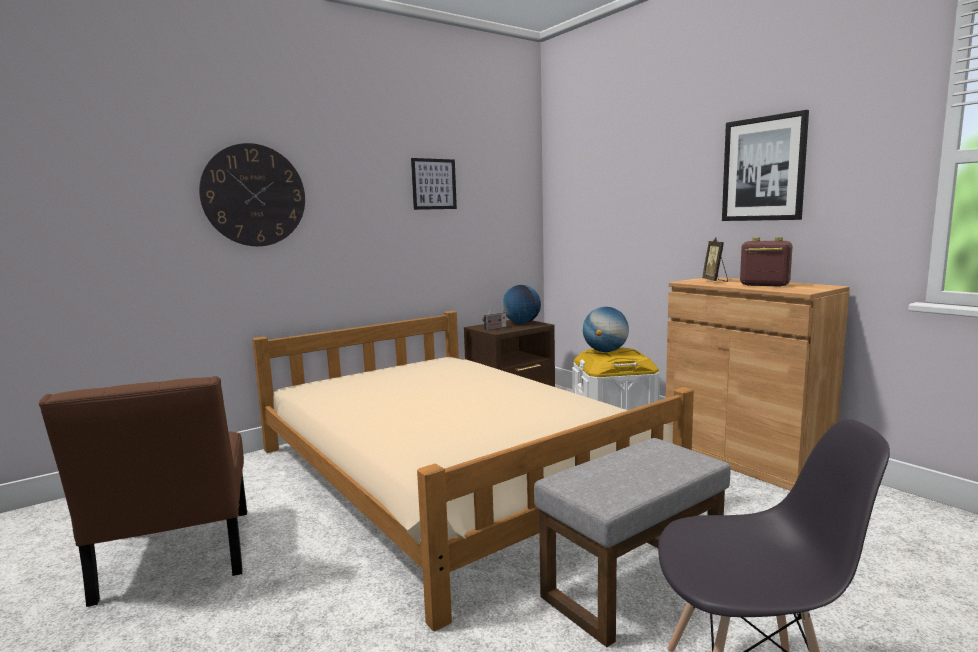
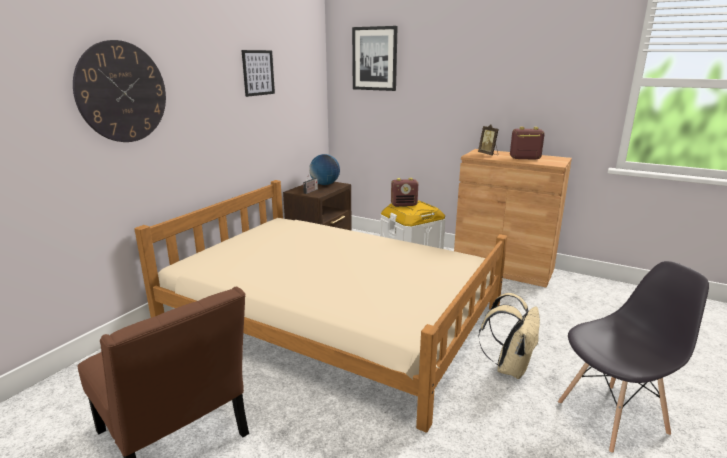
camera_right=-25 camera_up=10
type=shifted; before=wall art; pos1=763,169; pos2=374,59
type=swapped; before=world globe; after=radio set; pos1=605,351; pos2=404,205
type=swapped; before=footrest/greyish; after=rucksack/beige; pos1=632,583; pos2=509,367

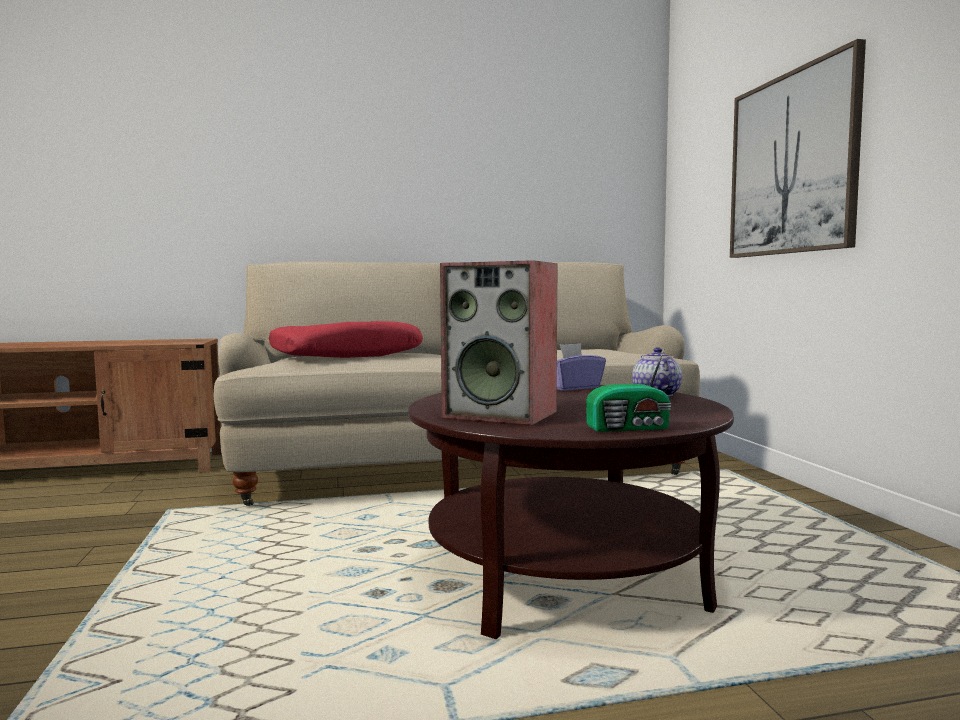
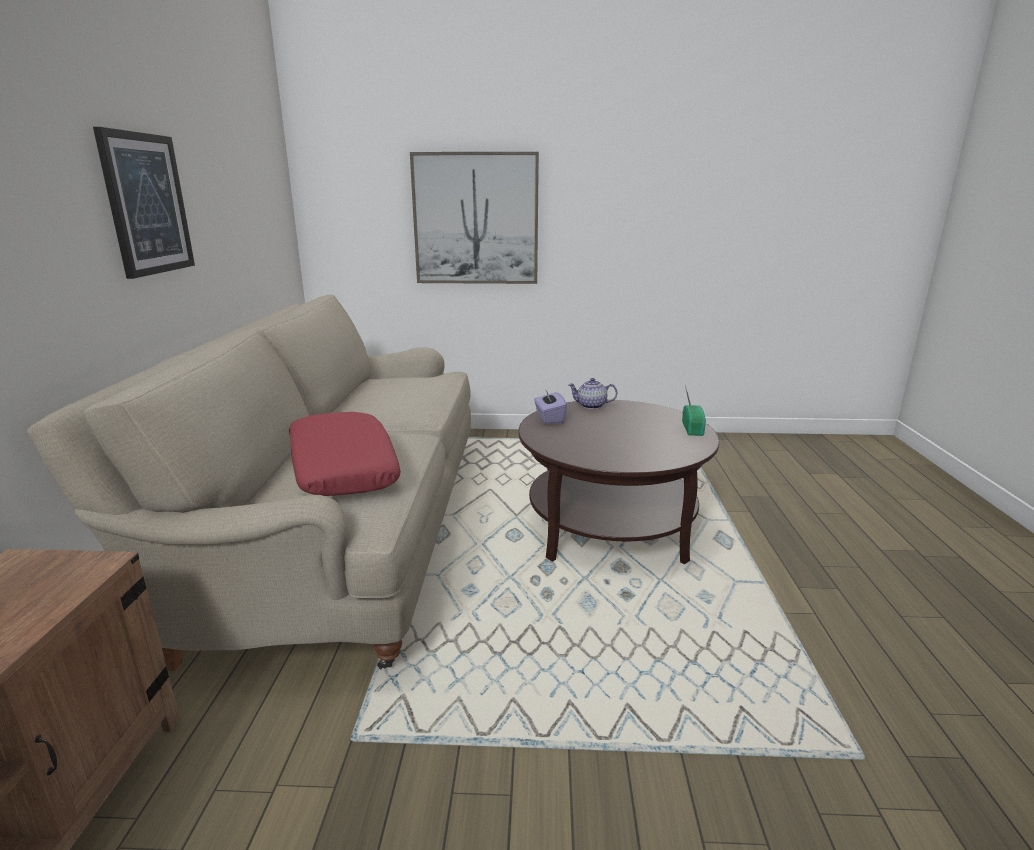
camera_right=-75 camera_up=15
type=new; after=wall art; pos2=147,204
type=gone; before=speaker; pos1=502,414

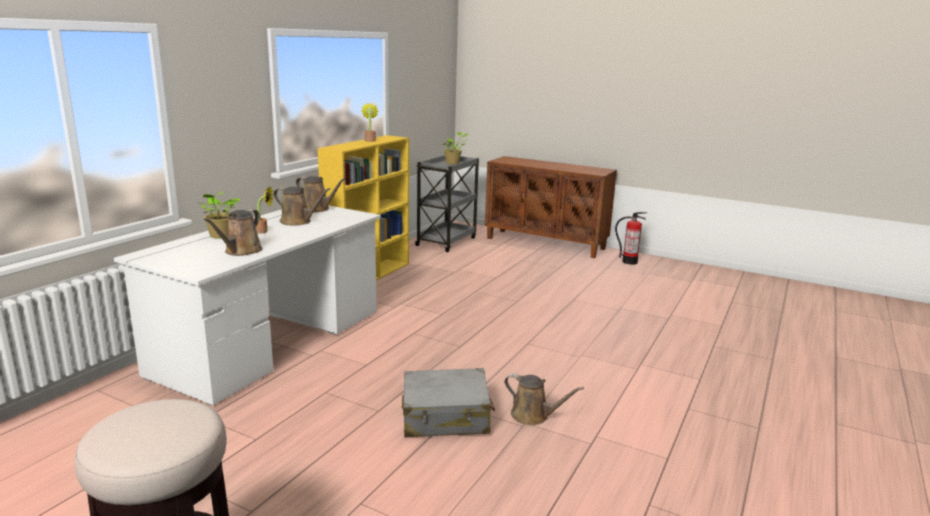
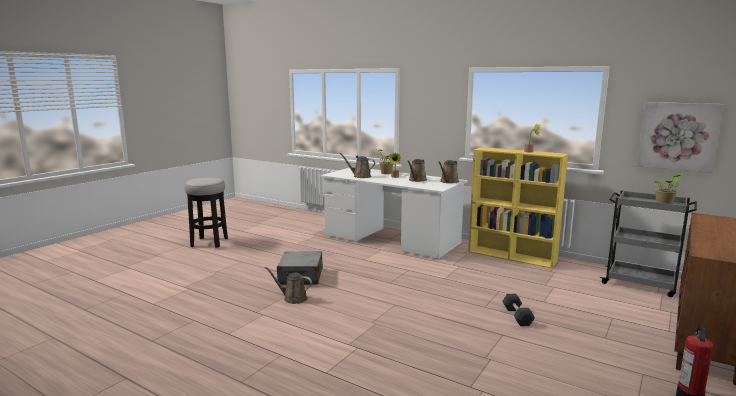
camera_right=95 camera_up=-5
type=rotated; before=sprinkling can/brown; pos1=533,416; pos2=293,298; turn=75
type=new; after=hand weight/greyish; pos2=517,316
type=new; after=wall art; pos2=678,136

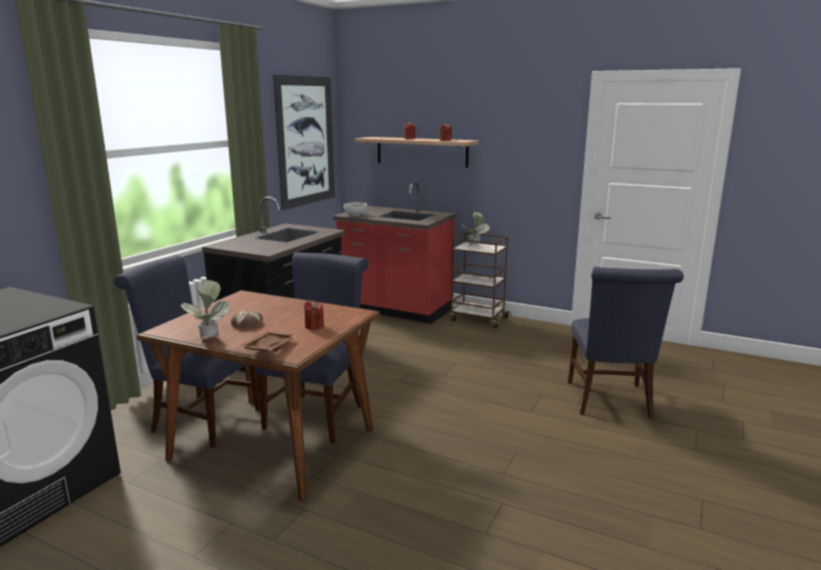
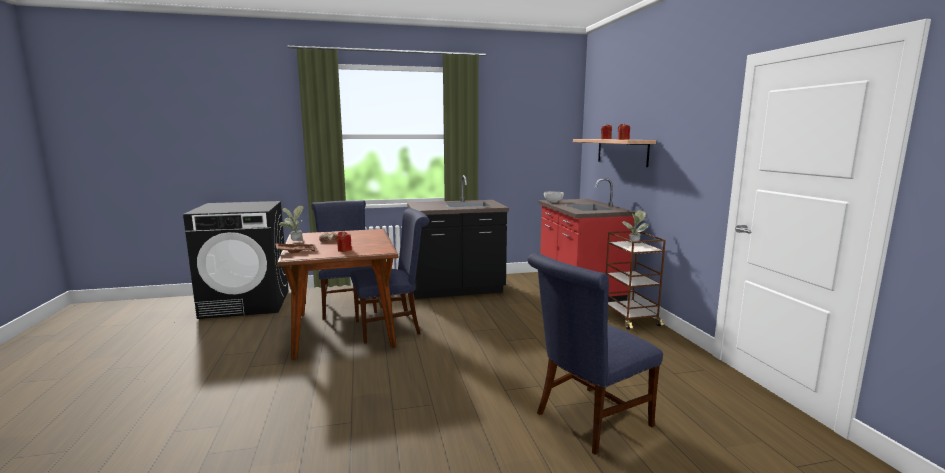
camera_right=50 camera_up=-5
type=gone; before=wall art; pos1=305,141

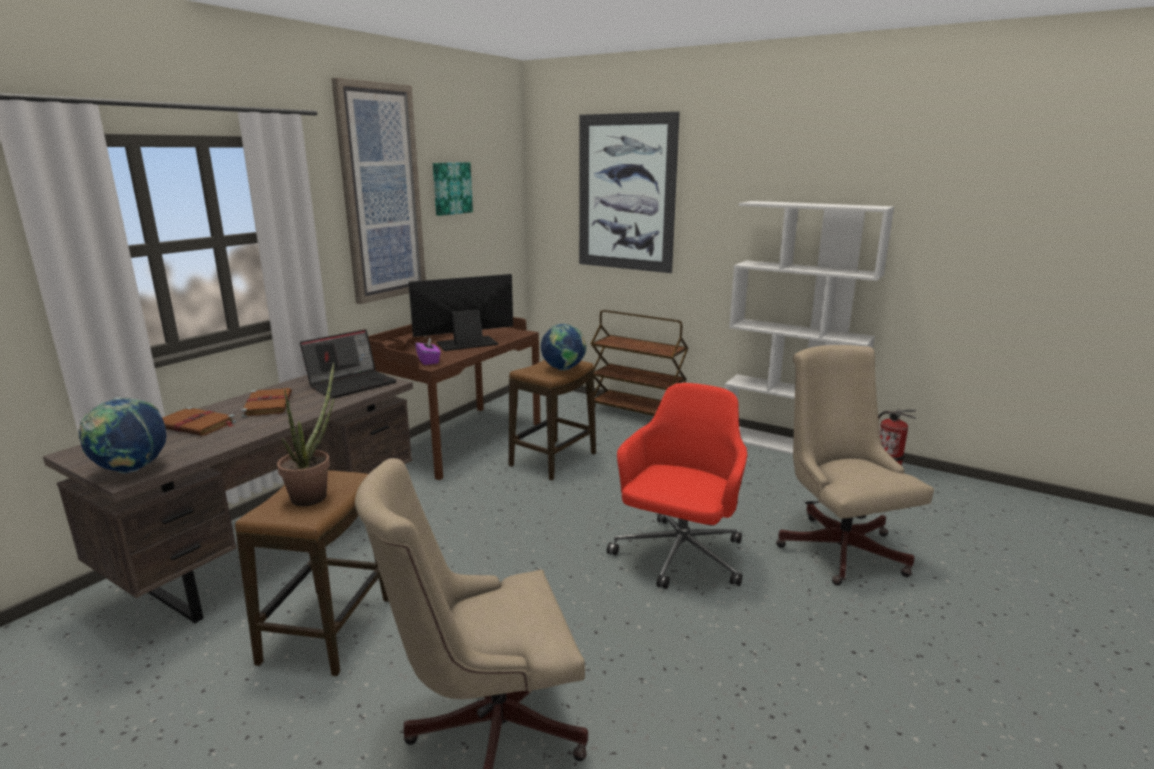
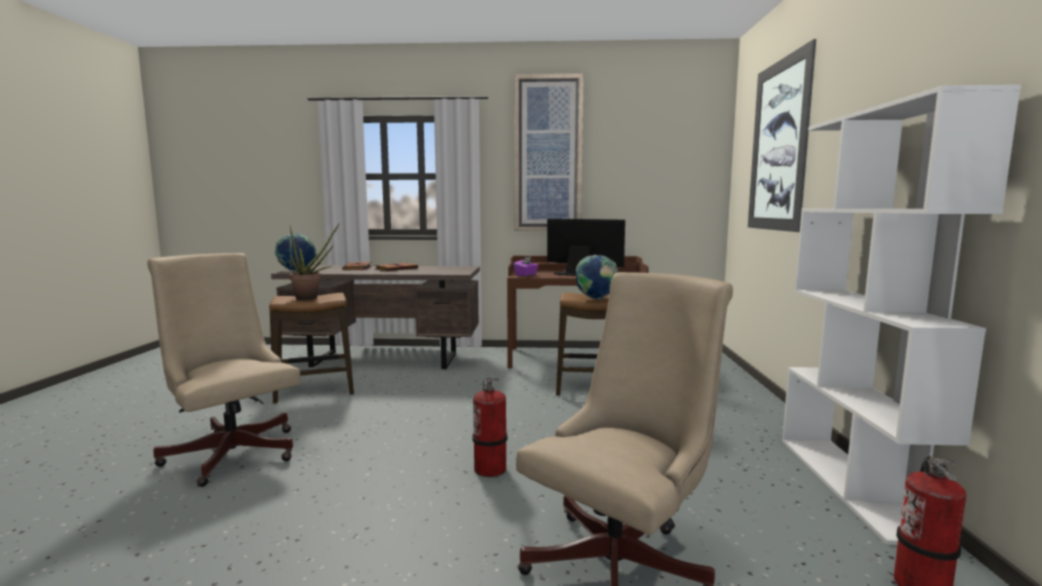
camera_right=60 camera_up=-10
type=swapped; before=office chair/reddish; after=extinguisher; pos1=679,557; pos2=490,469
type=gone; before=notebook computer; pos1=352,384
type=gone; before=wall art; pos1=451,188
type=gone; before=cart/brown; pos1=637,414

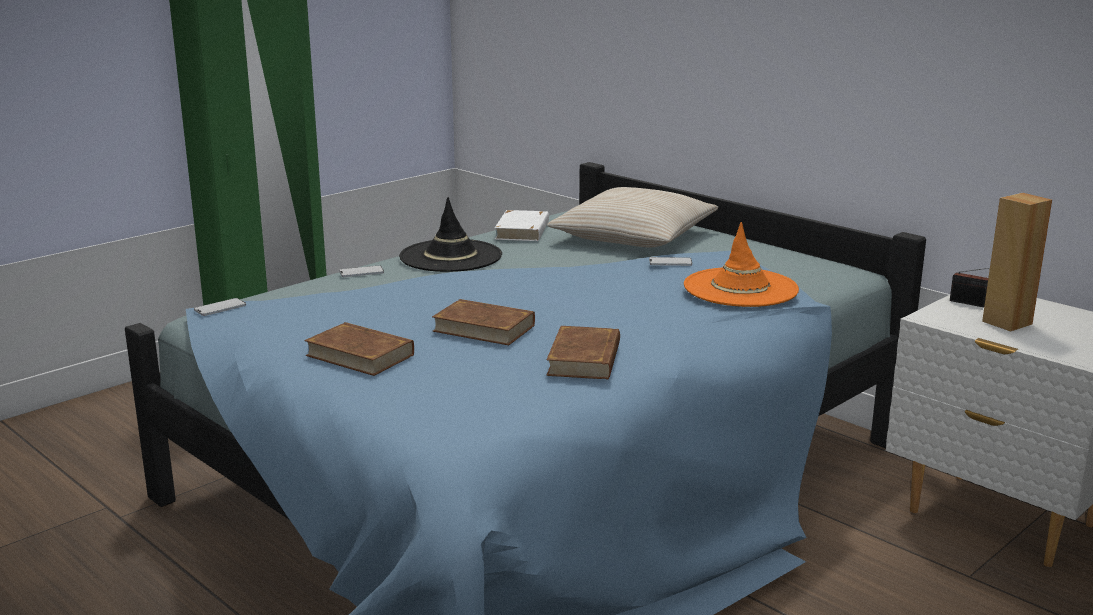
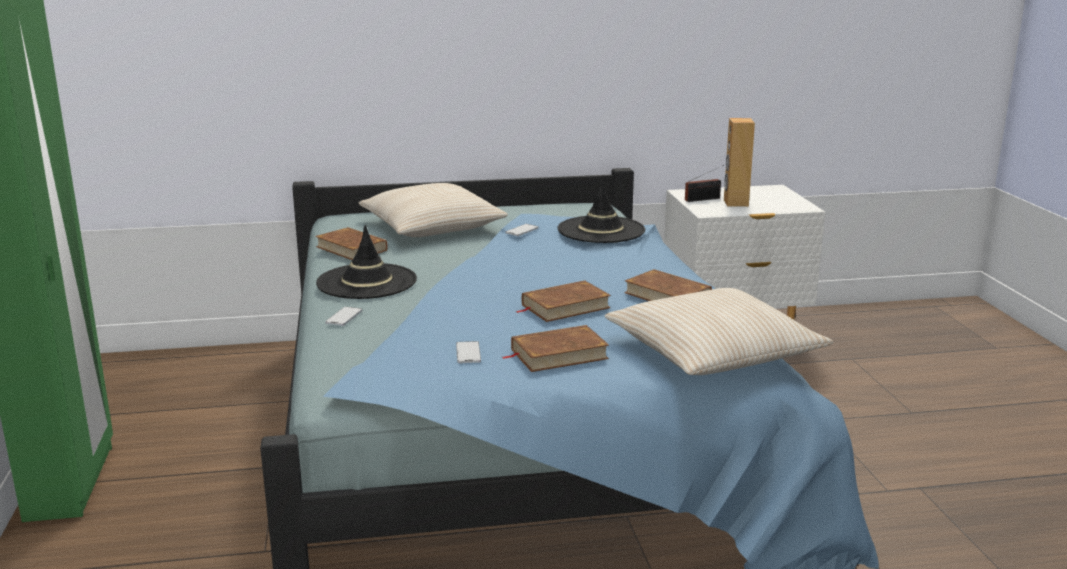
camera_right=-55 camera_up=0
type=repainted; before=volume/white; after=volume/brown; pos1=523,231; pos2=351,248
type=shifted; before=handset; pos1=220,308; pos2=468,353
type=repainted; before=wearable hat/orangey; after=wearable hat/black; pos1=740,288; pos2=601,230
type=new; after=throw pillow/beige; pos2=712,352

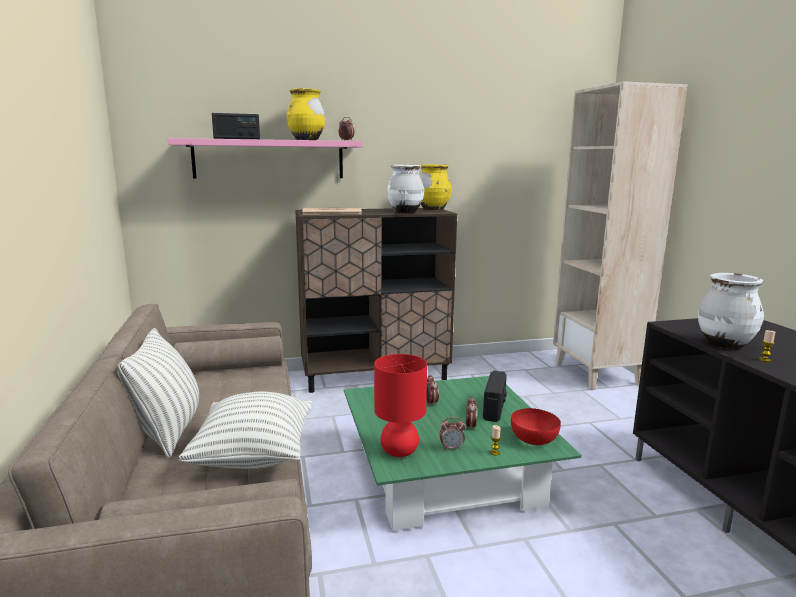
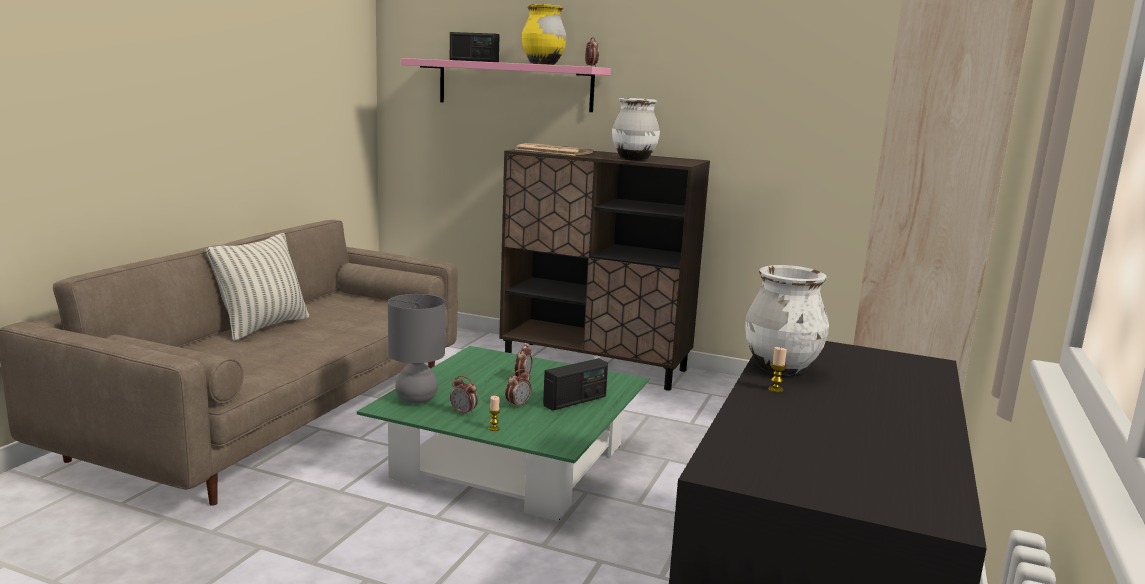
camera_right=35 camera_up=0
type=repainted; before=table lamp/reddish; after=table lamp/greyish; pos1=400,451; pos2=417,399
type=gone; before=throw pillow; pos1=254,457
type=gone; before=decorative vase/yellowish; pos1=433,209
type=gone; before=bowl/reddish; pos1=534,439

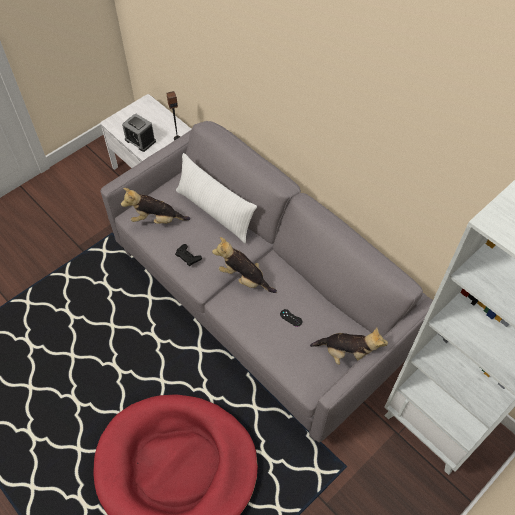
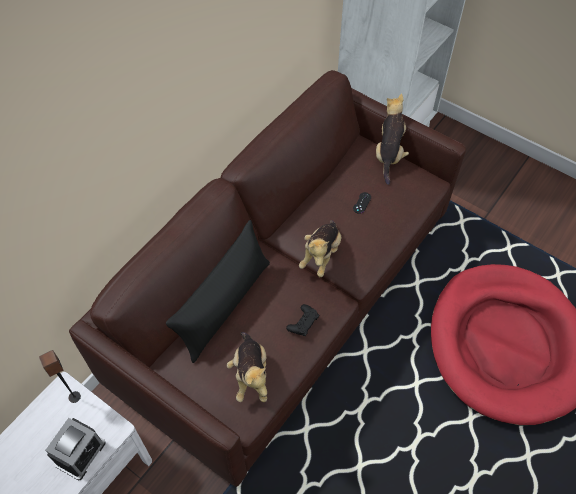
camera_right=-100 camera_up=0
type=repainted; before=settee/greyish; after=settee/brown; pos1=258,302; pos2=286,300
type=repainted; before=throw pillow/white; after=throw pillow/black; pos1=215,212; pos2=224,306

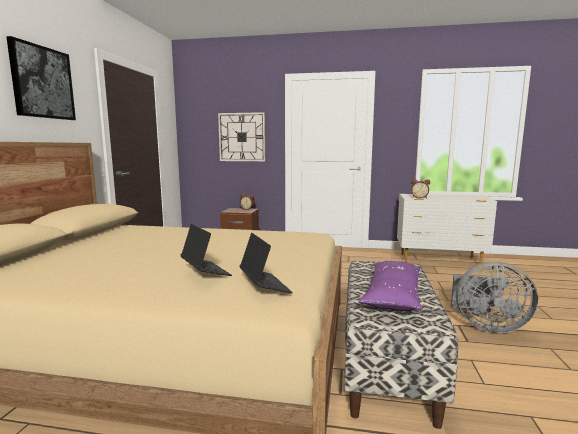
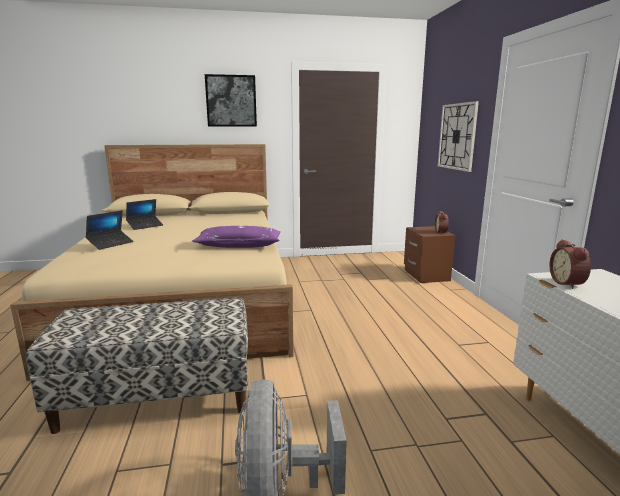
camera_right=70 camera_up=5
type=shifted; before=notebook computer; pos1=264,286; pos2=145,226
type=shifted; before=throw pillow/purplish; pos1=392,295; pos2=239,245

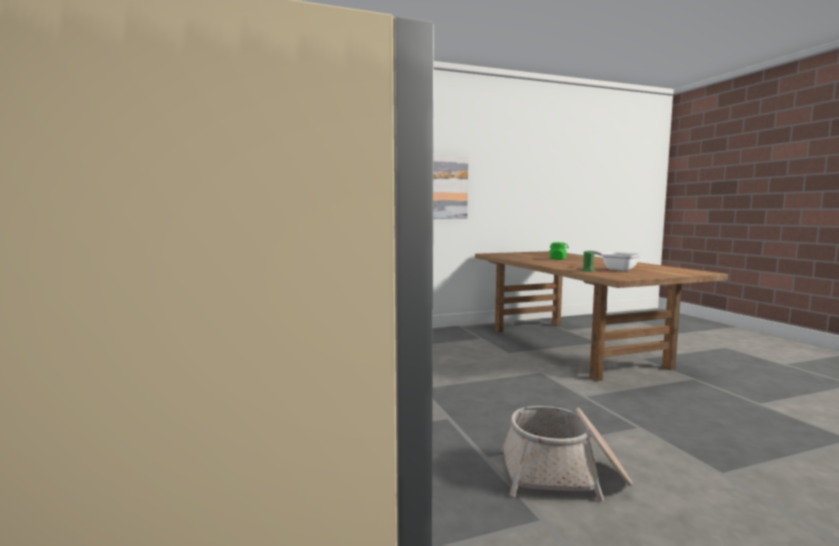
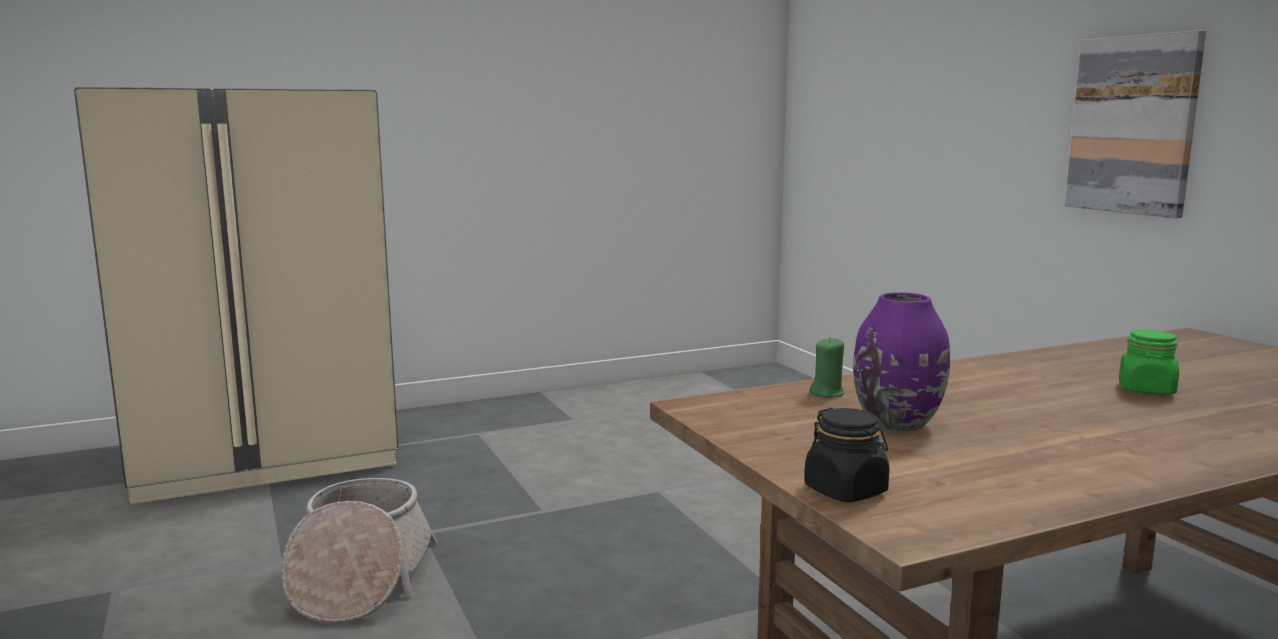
camera_right=85 camera_up=5
type=new; after=preserve jar/black; pos2=846,491
type=swapped; before=frying pan; after=decorative vase/purplish; pos1=615,269; pos2=898,423

